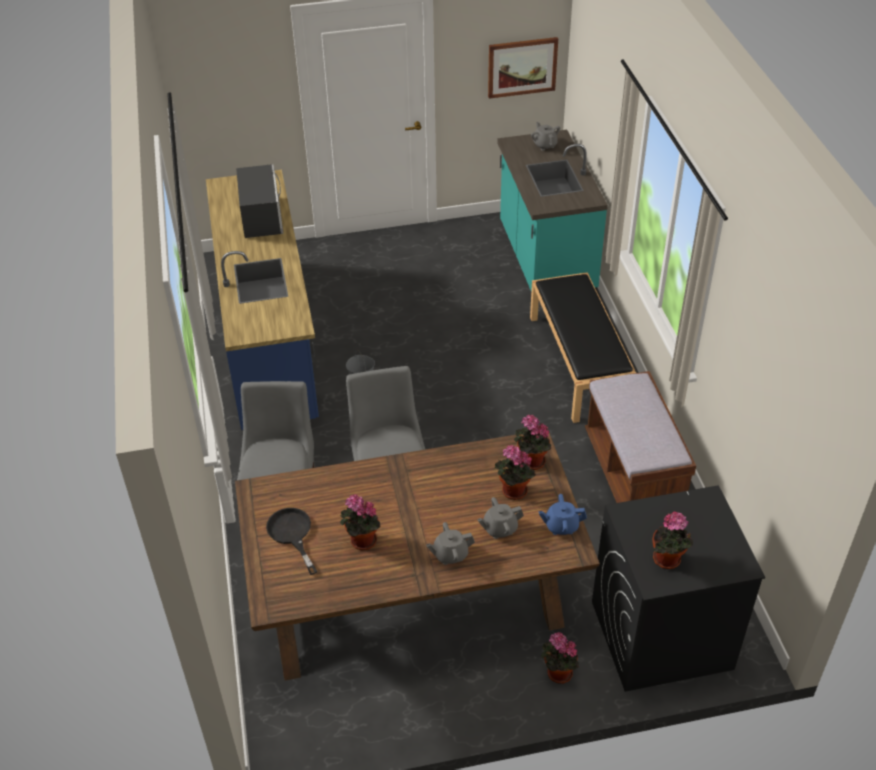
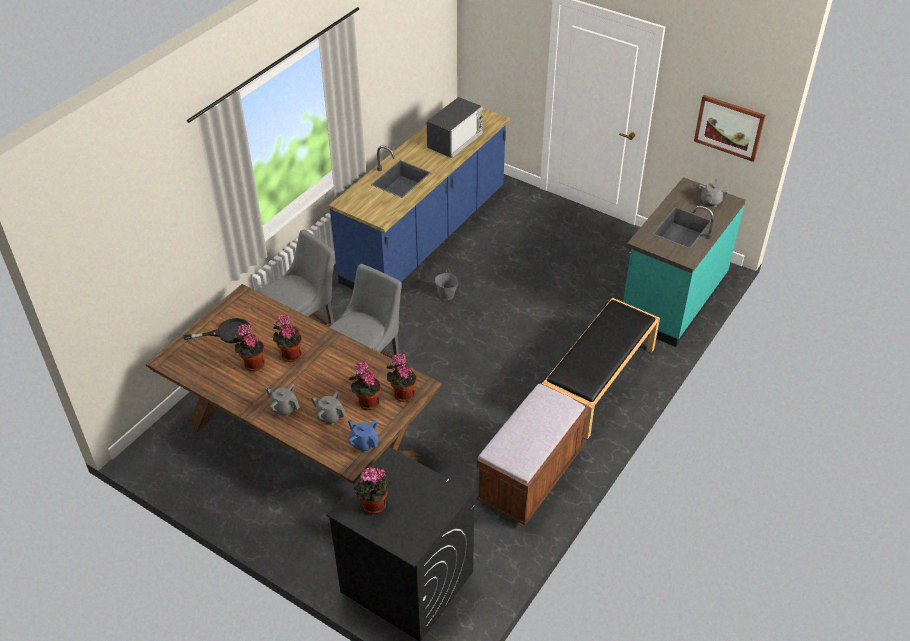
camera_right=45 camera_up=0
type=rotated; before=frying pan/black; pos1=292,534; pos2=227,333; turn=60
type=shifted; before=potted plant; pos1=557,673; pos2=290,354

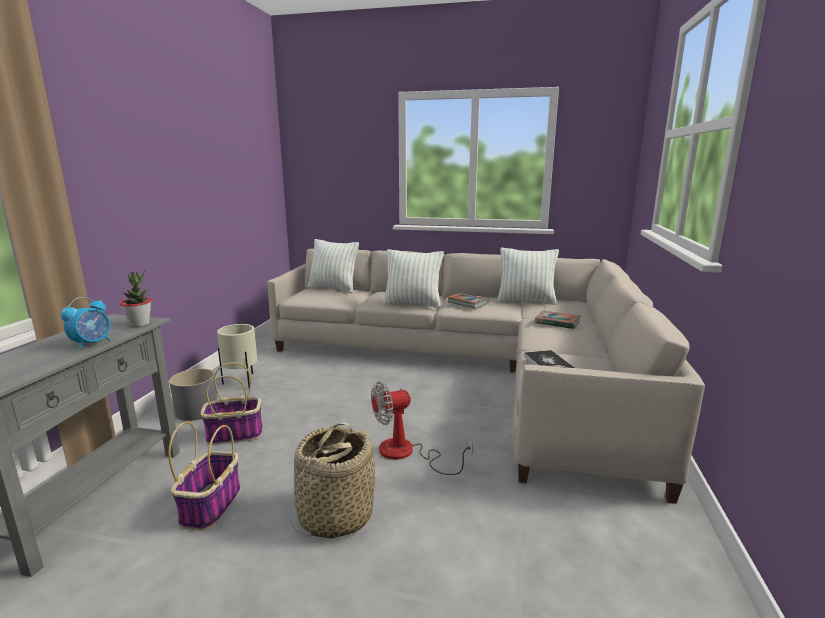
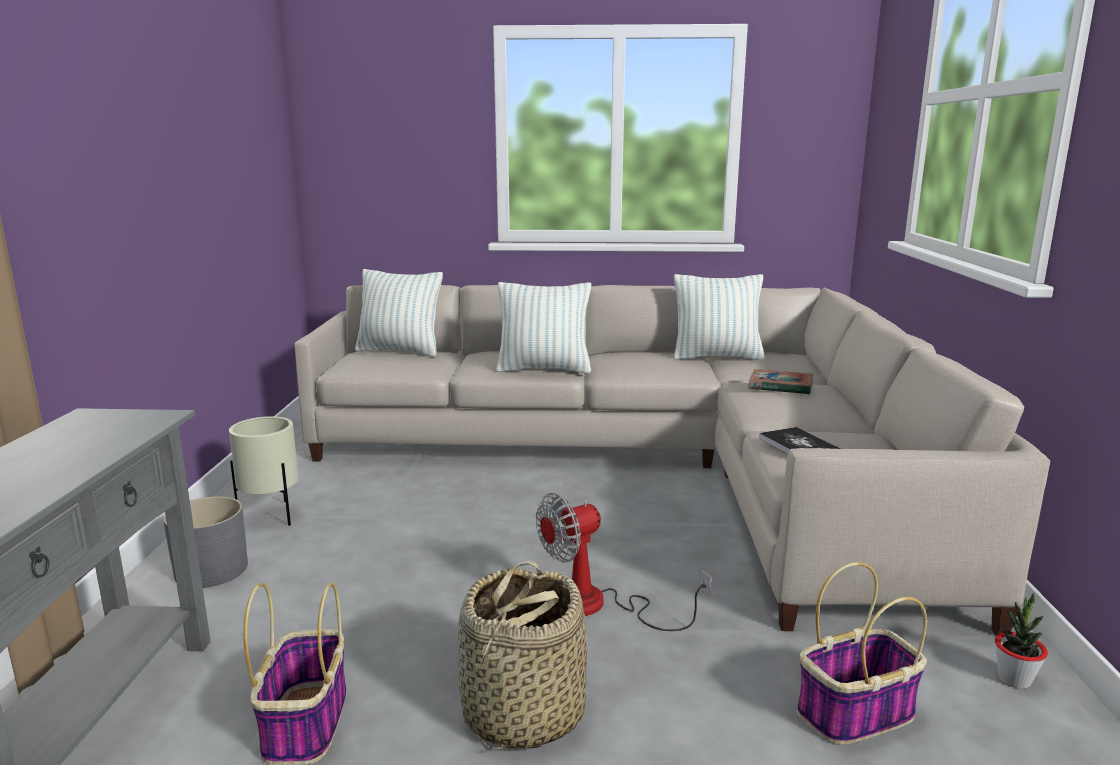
camera_right=-10 camera_up=0
type=shifted; before=storage basket; pos1=233,435; pos2=855,714
type=shifted; before=potted plant; pos1=139,324; pos2=1014,679
type=gone; before=table clock; pos1=92,344
type=gone; before=volume; pos1=467,303

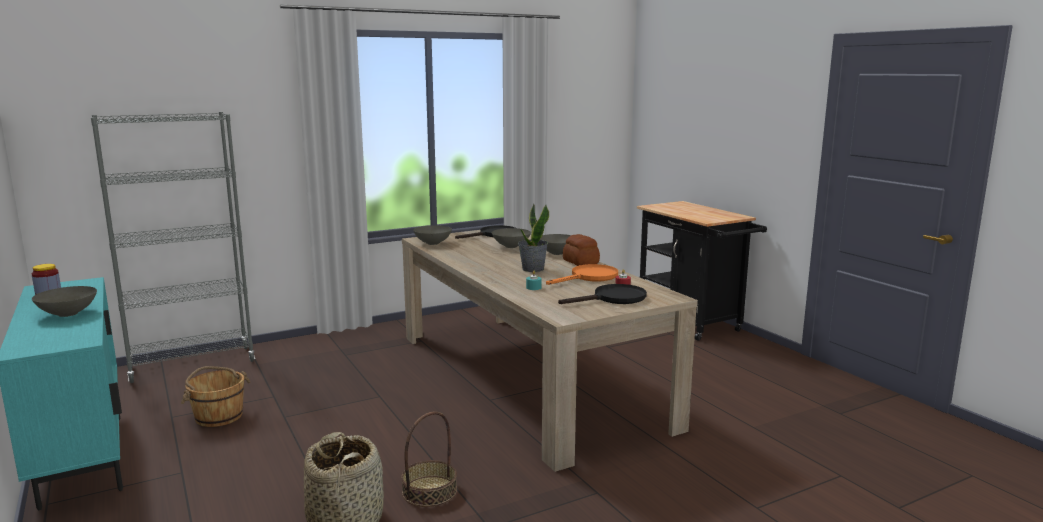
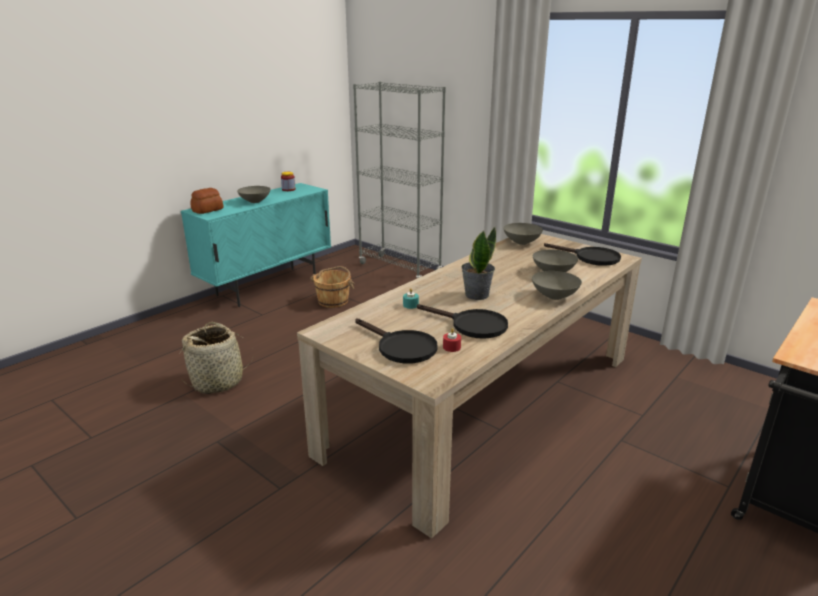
camera_right=70 camera_up=10
type=shifted; before=bakery bread; pos1=580,262; pos2=207,210
type=repainted; before=frying pan/orangey; after=frying pan/black; pos1=589,277; pos2=472,325
type=gone; before=storage basket; pos1=429,491

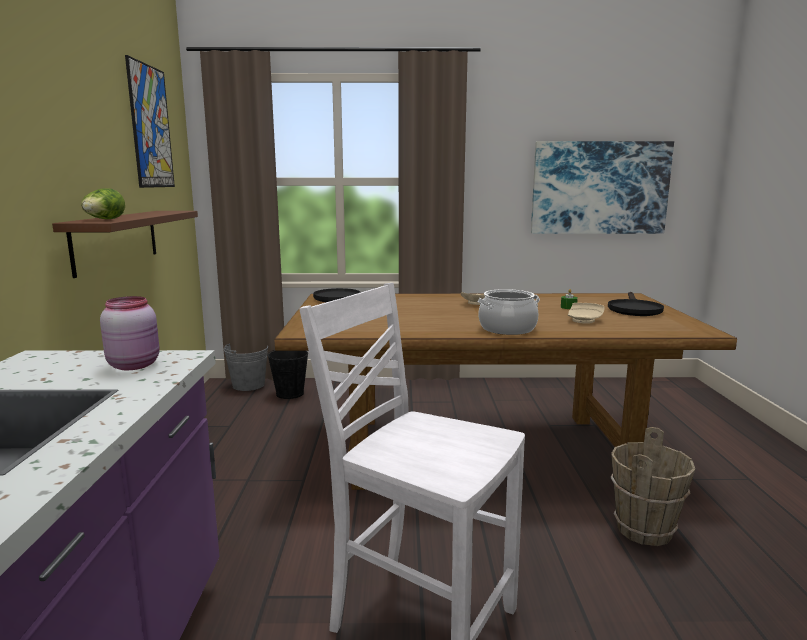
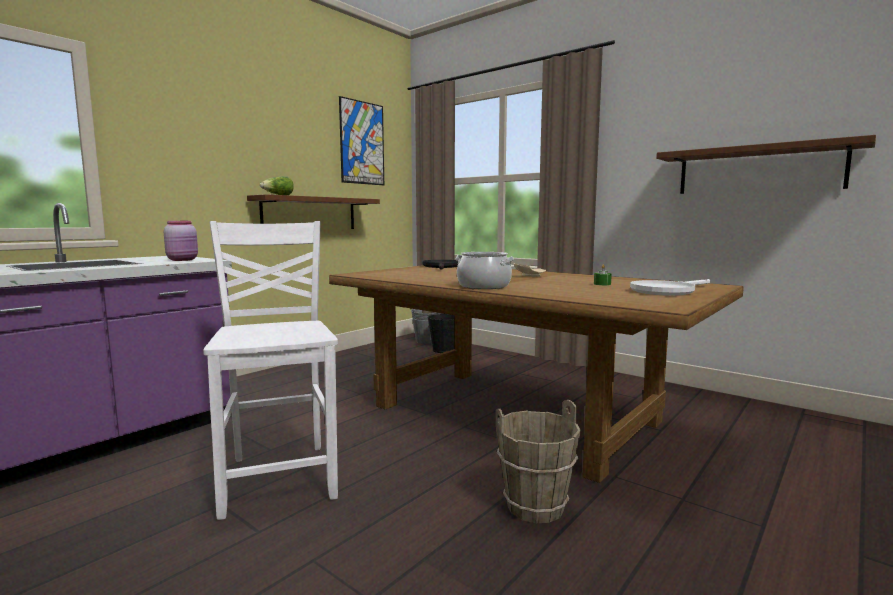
camera_right=40 camera_up=-5
type=repainted; before=frying pan/black; after=frying pan/white; pos1=633,309; pos2=667,291
type=swapped; before=wall art; after=bracket shelf/brown; pos1=599,188; pos2=758,170
type=gone; before=plate/beige; pos1=584,320

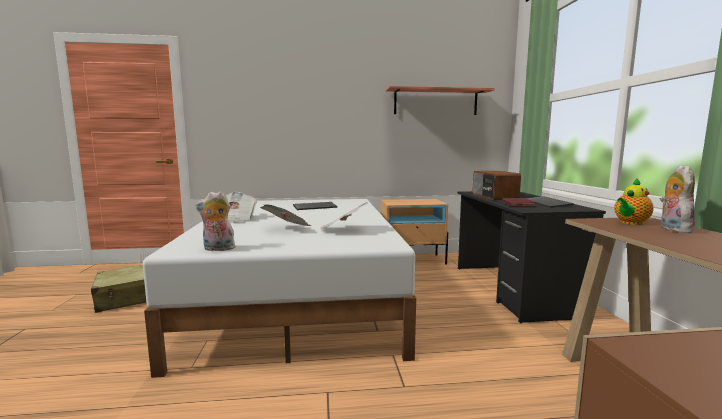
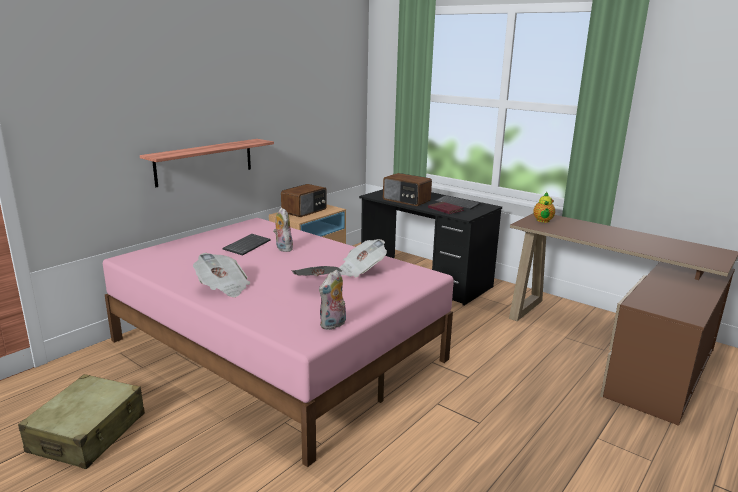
camera_right=-45 camera_up=10
type=repainted; before=bedroom bed/white; after=bedroom bed/pink-coloured; pos1=298,295; pos2=278,349
type=shifted; before=bracket shelf; pos1=435,102; pos2=204,161
type=shifted; before=cuddly toy; pos1=672,229; pos2=282,248
type=new; after=radio set; pos2=305,211

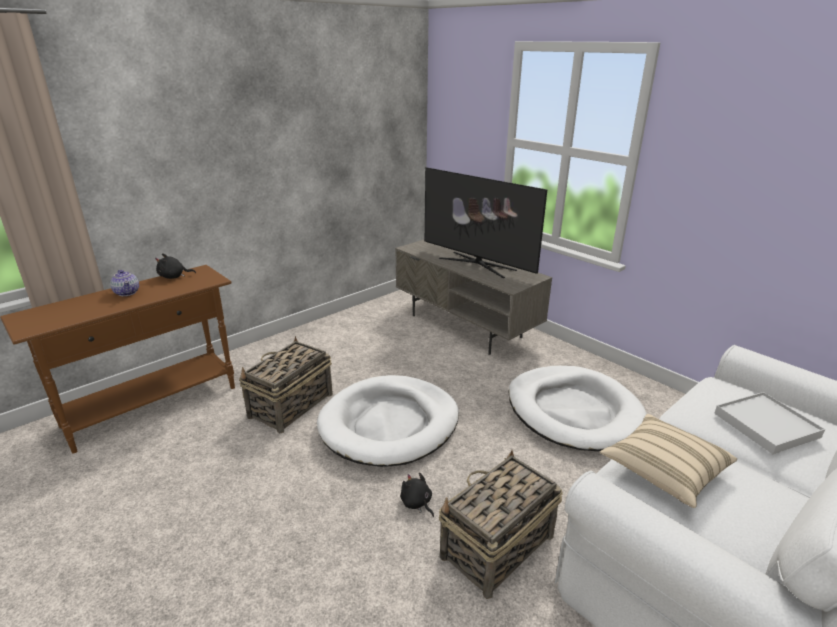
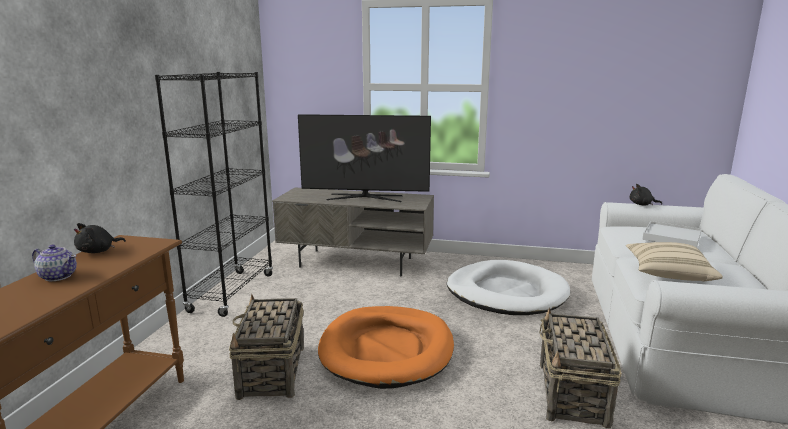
camera_right=-35 camera_up=-10
type=new; after=shelving unit/black; pos2=232,293
type=repainted; before=pet bed/white; after=pet bed/orangey; pos1=389,424; pos2=387,350
type=shifted; before=cuddly toy/black; pos1=417,503; pos2=642,204

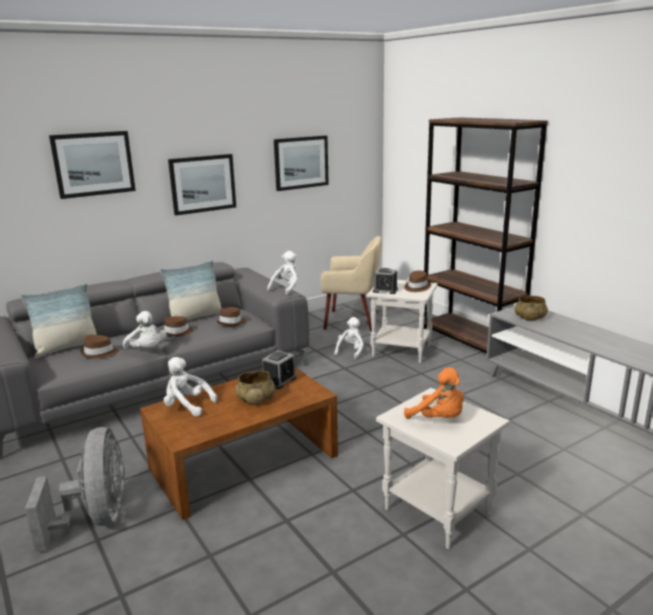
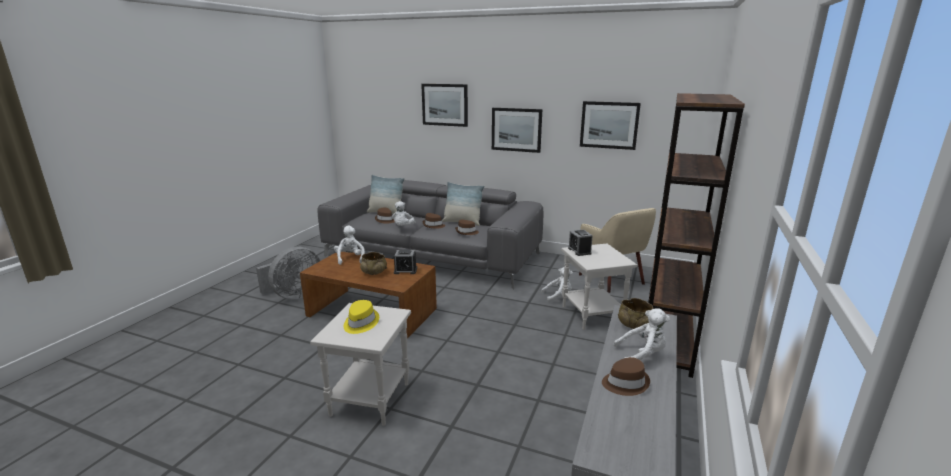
camera_right=55 camera_up=0
type=swapped; before=cuddly toy/orangey; after=wearable hat/yellowish; pos1=439,419; pos2=360,323
type=shifted; before=wearable hat/brown; pos1=416,287; pos2=625,383
type=shifted; before=cuddly toy/white; pos1=286,288; pos2=642,355

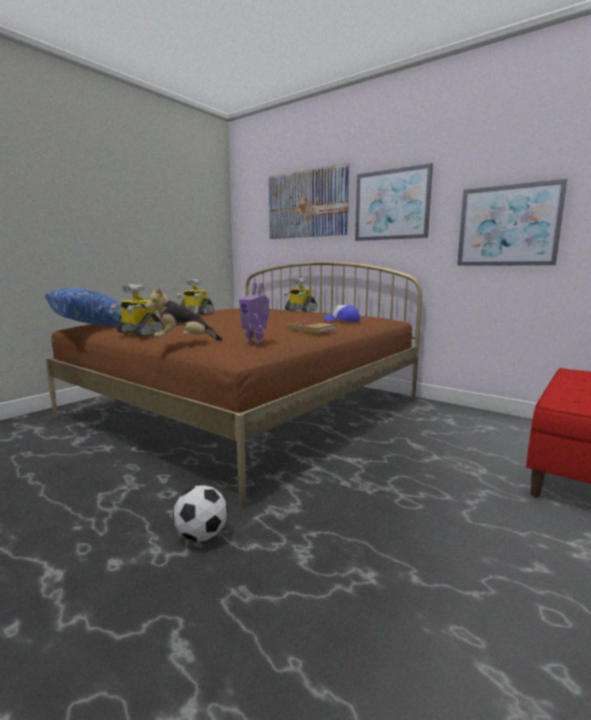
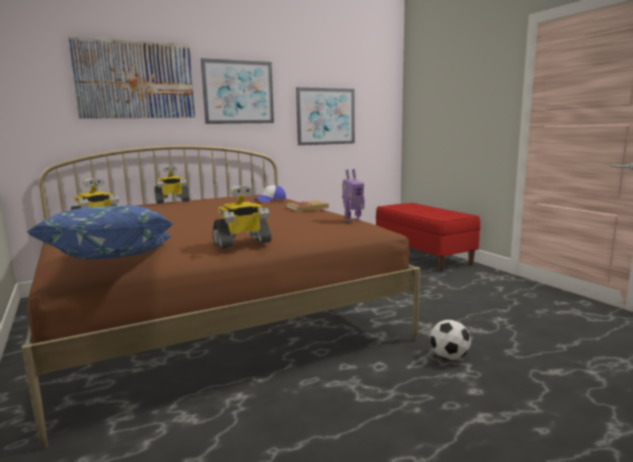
camera_right=-65 camera_up=0
type=gone; before=cuddly toy; pos1=183,342

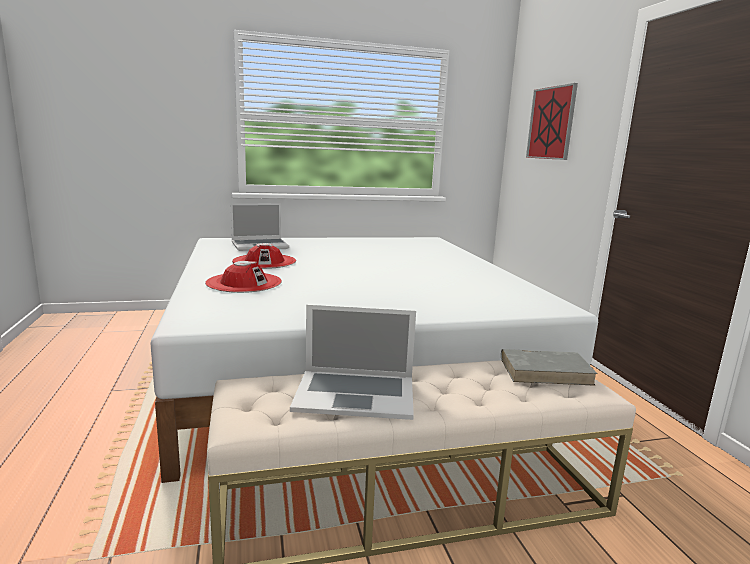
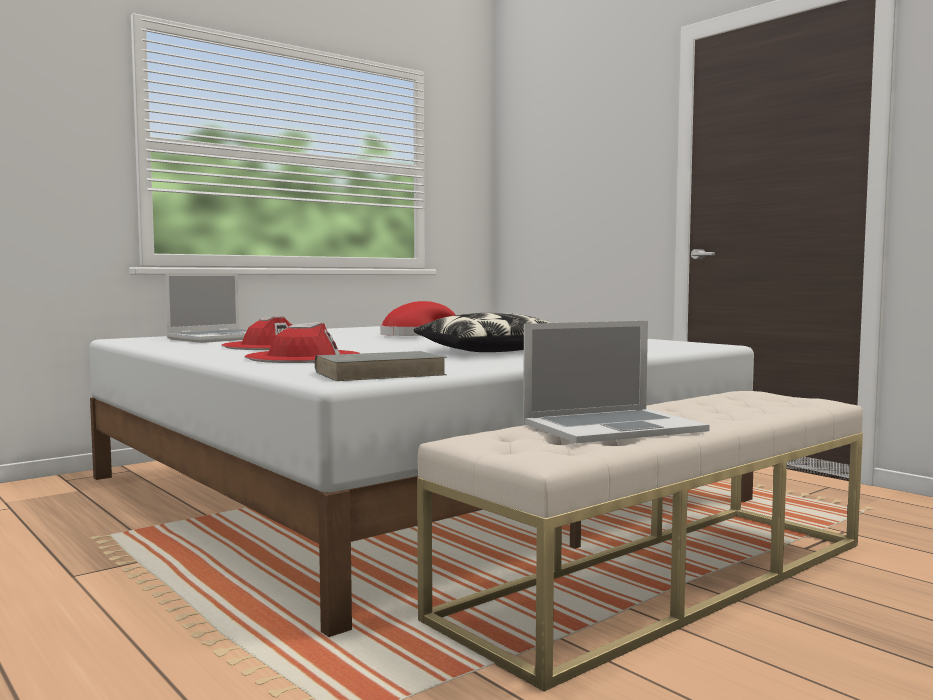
camera_right=-25 camera_up=-10
type=shifted; before=volume/greyish; pos1=546,371; pos2=381,373
type=new; after=wearable hat/reddish; pos2=414,336
type=new; after=throw pillow; pos2=490,351
type=gone; before=wall art; pos1=551,123

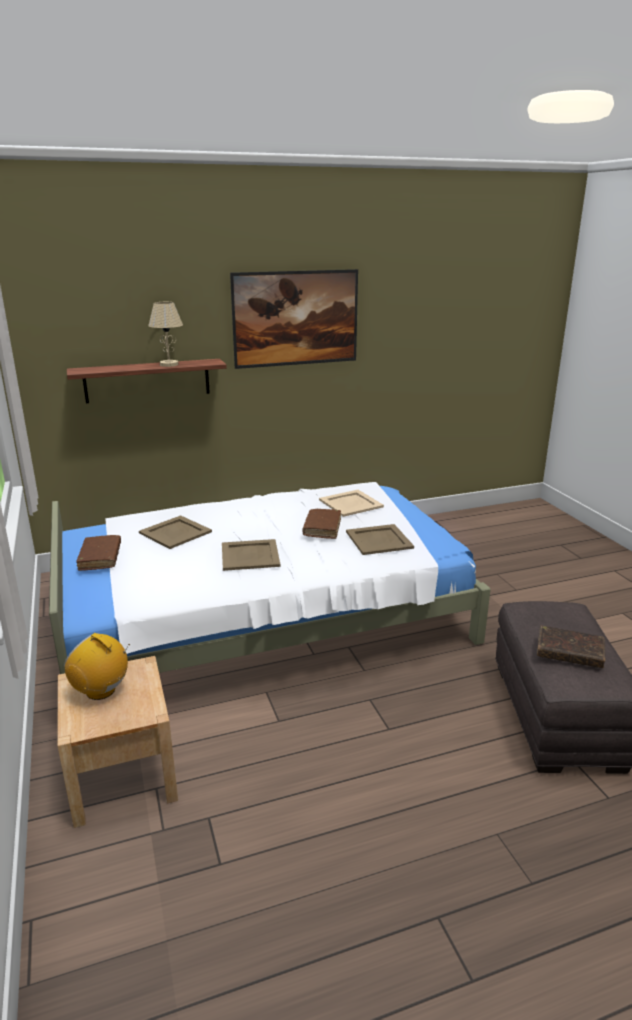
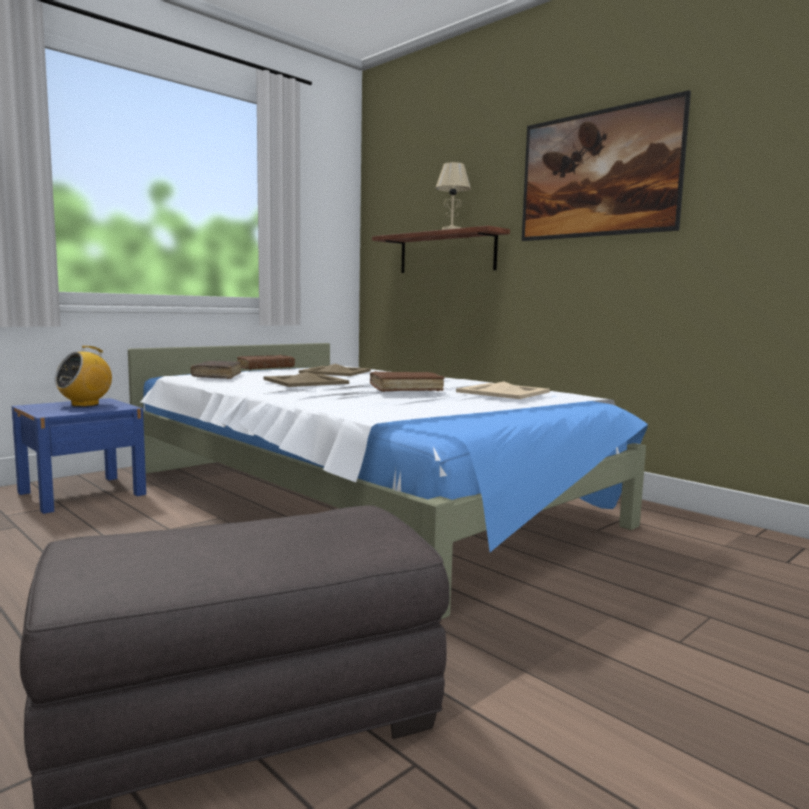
camera_right=65 camera_up=-15
type=repainted; before=bedside table/beige; after=bedside table/blue; pos1=122,774; pos2=82,493
type=rotated; before=radio set; pos1=101,690; pos2=85,404; turn=-150
type=shifted; before=volume/brown; pos1=569,653; pos2=217,376
type=gone; before=serving tray/beige; pos1=378,540

